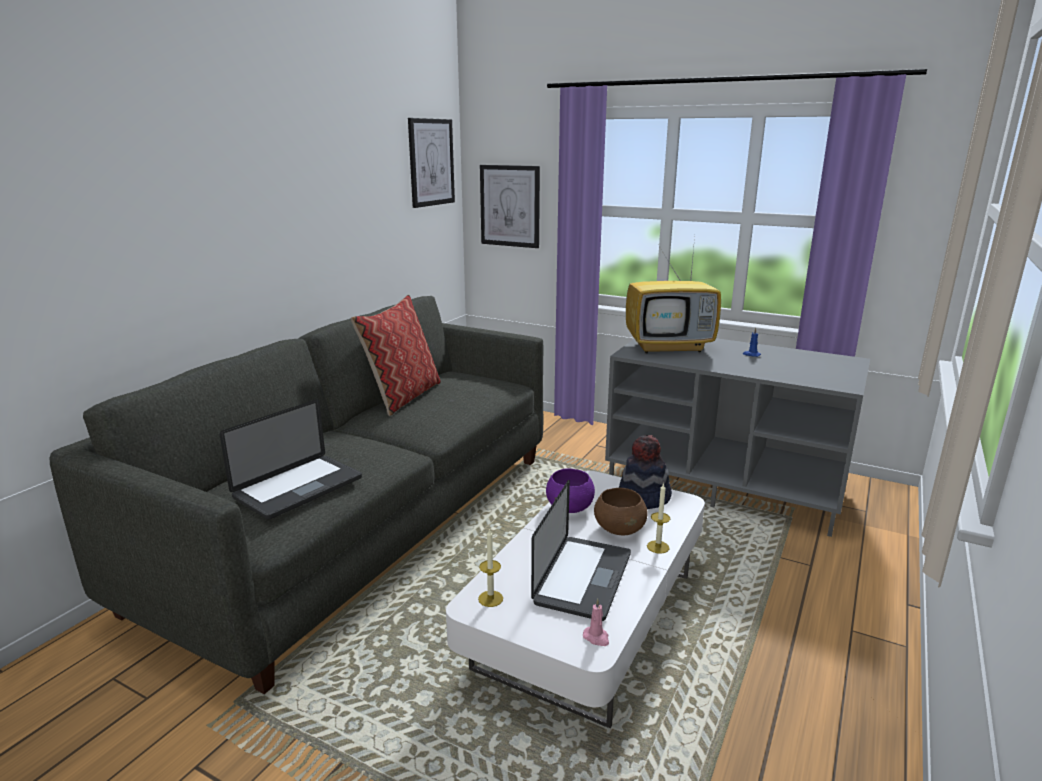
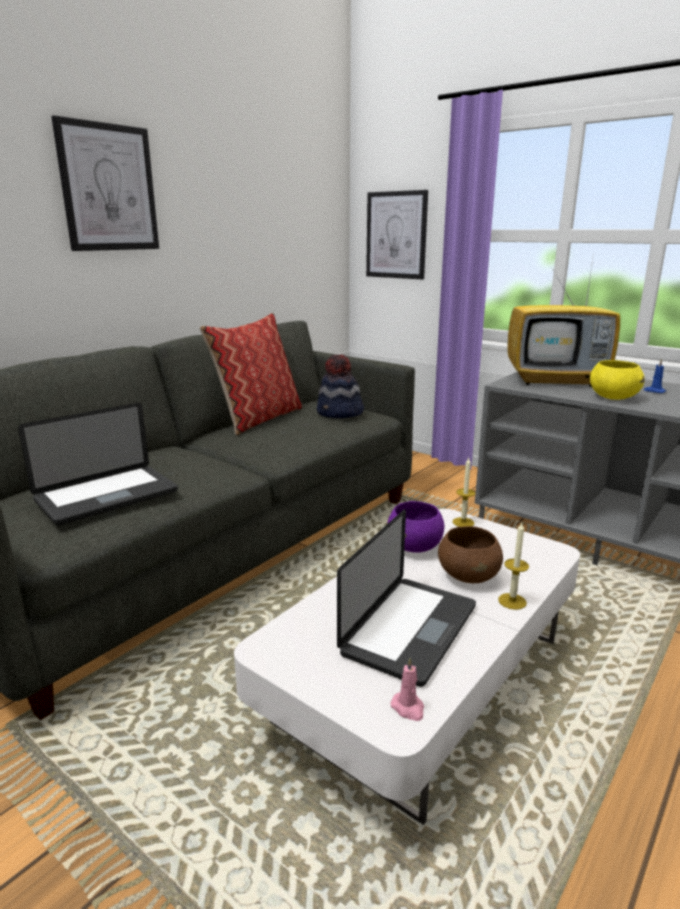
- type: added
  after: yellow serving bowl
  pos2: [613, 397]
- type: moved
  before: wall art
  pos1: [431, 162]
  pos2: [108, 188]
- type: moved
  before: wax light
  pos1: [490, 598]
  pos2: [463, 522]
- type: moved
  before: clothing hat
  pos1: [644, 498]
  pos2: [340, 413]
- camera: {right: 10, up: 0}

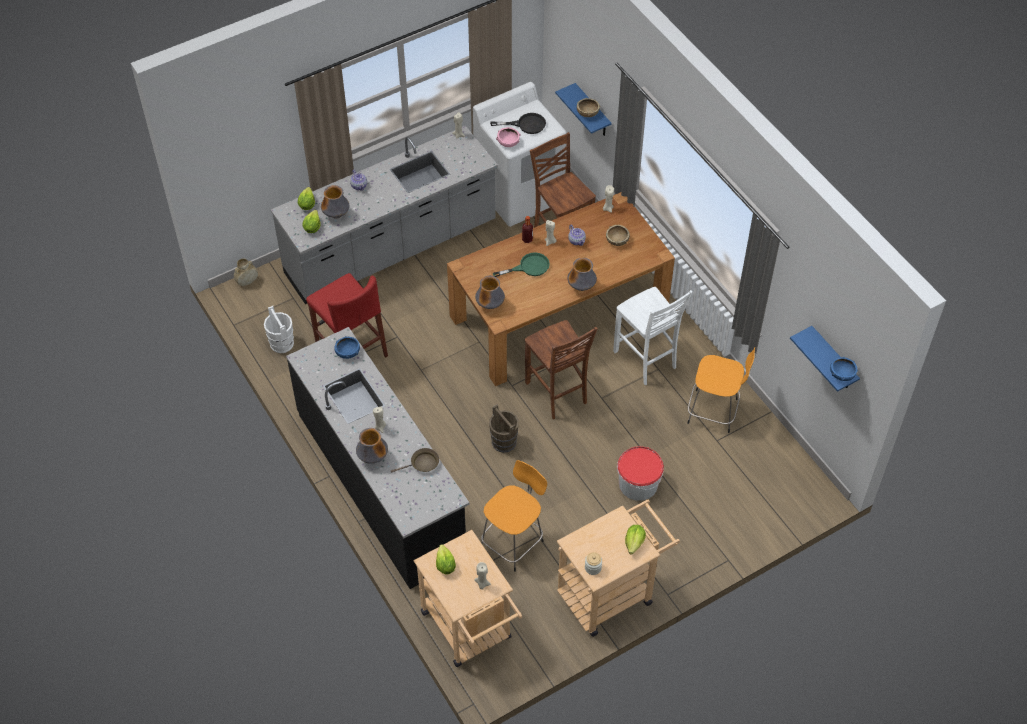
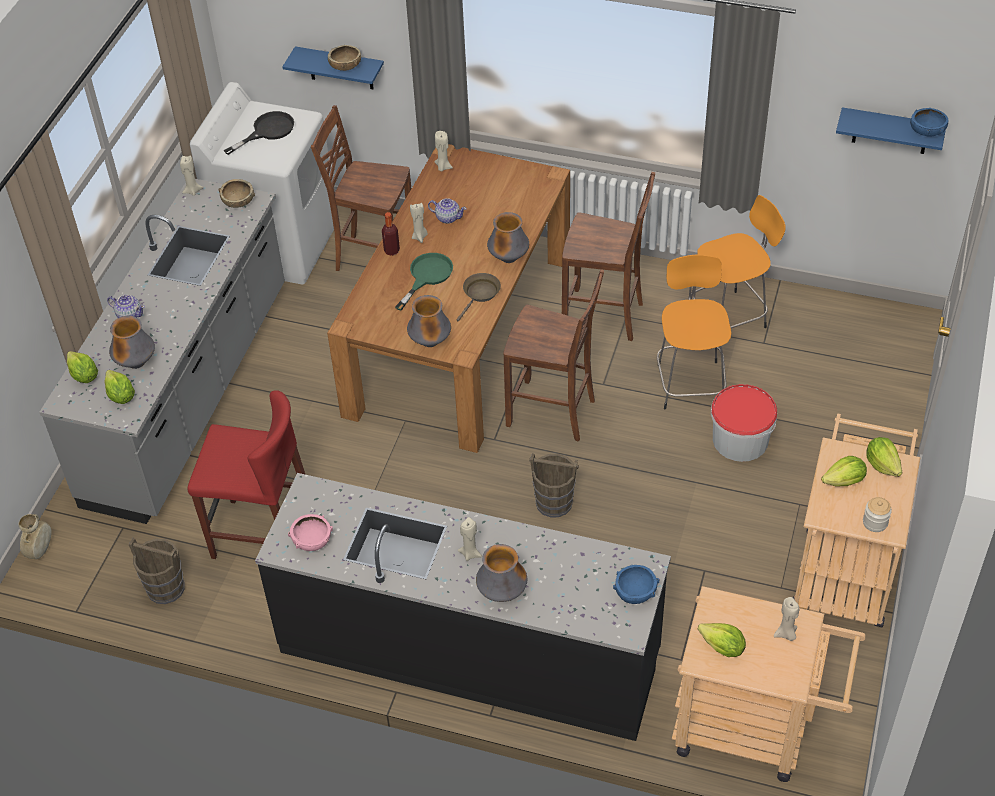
- type: added
  after: lettuce head
  pos2: [844, 481]
- type: moved
  before: blue-coloured serving bowl
  pos1: [348, 352]
  pos2: [635, 592]
- type: moved
  before: brownish skillet
  pos1: [422, 464]
  pos2: [480, 294]
- type: moved
  before: orangey sitting stool
  pos1: [513, 542]
  pos2: [690, 382]
- type: moved
  before: pinkish serving bowl
  pos1: [508, 142]
  pos2: [312, 540]
- type: moved
  before: brownish serving bowl
  pos1: [617, 240]
  pos2: [238, 201]
- type: recoloured
  before: white water bucket
  after: brownish water bucket
  pos1: [282, 343]
  pos2: [165, 588]
- type: recoloured
  before: white chair
  after: brownish chair
  pos1: [646, 360]
  pos2: [604, 317]
- camera: {right: -40, up: -5}

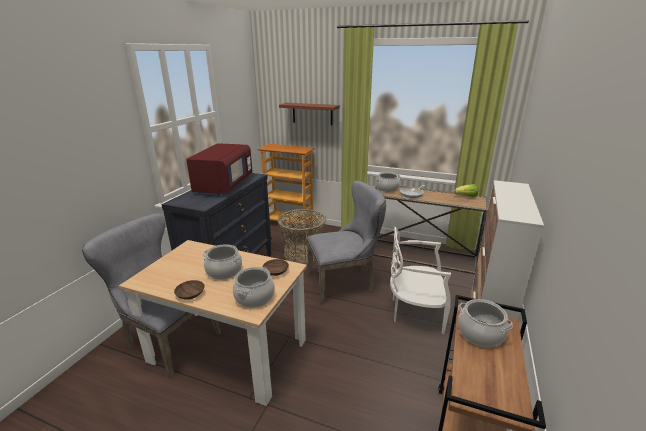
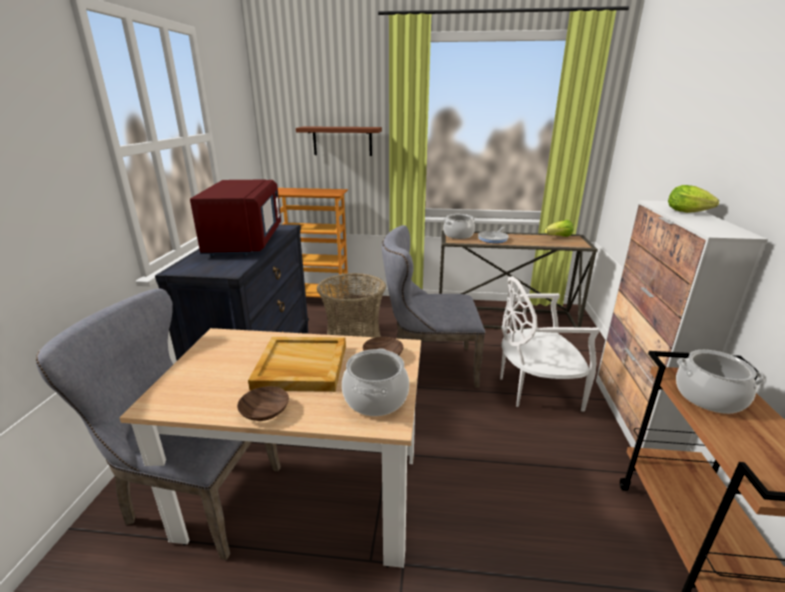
- type: added
  after: lettuce head
  pos2: [689, 212]
- type: replaced
  before: saucepot
  after: beige serving tray
  pos1: [224, 271]
  pos2: [300, 367]
- type: turned
  before: greyish chair
  pos1: [345, 283]
  pos2: [428, 366]
  turn: -150
- camera: {right: -15, up: 0}

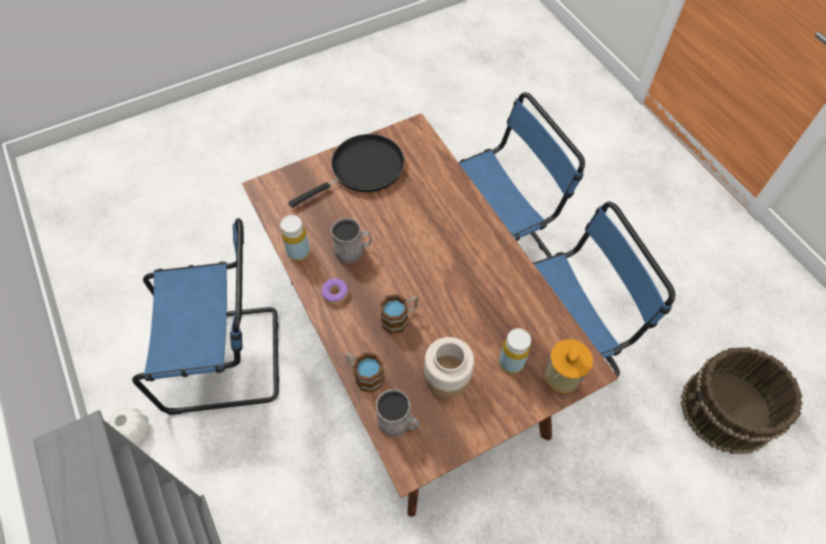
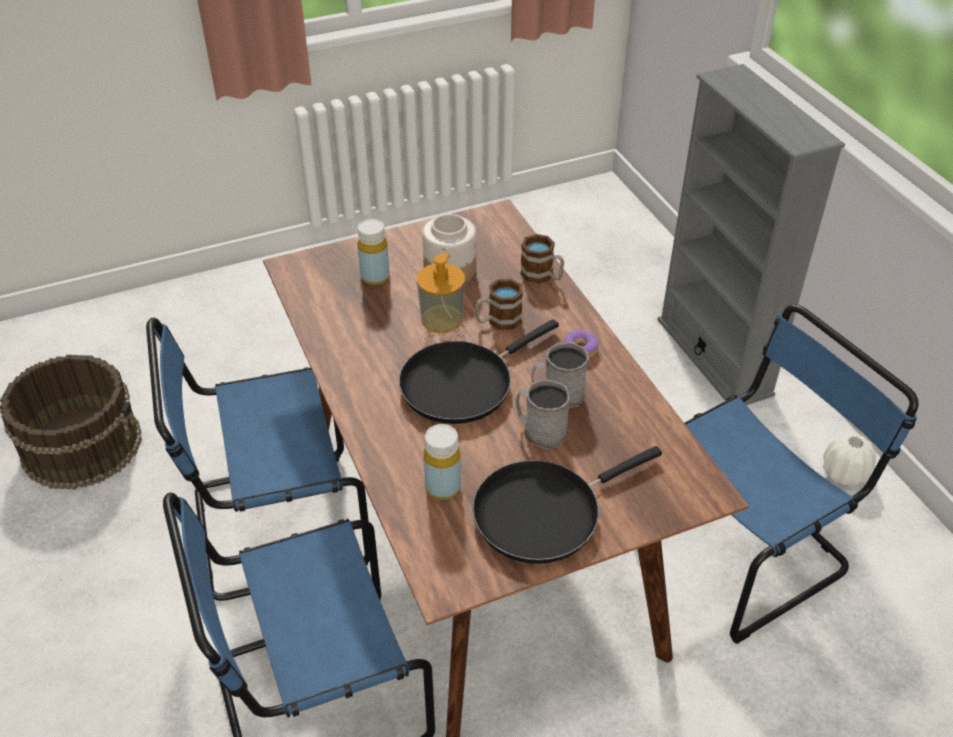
- type: added
  after: black-coloured skillet
  pos2: [462, 383]
- type: moved
  before: yellow bottle
  pos1: [298, 252]
  pos2: [443, 487]
- type: moved
  before: greyish coffee mug
  pos1: [398, 423]
  pos2: [539, 431]
- type: moved
  before: liquid soap bottle
  pos1: [562, 376]
  pos2: [442, 319]
- type: turned
  before: blue-coloured chair
  pos1: [229, 358]
  pos2: [745, 549]
  turn: 150
- camera: {right: -175, up: -15}

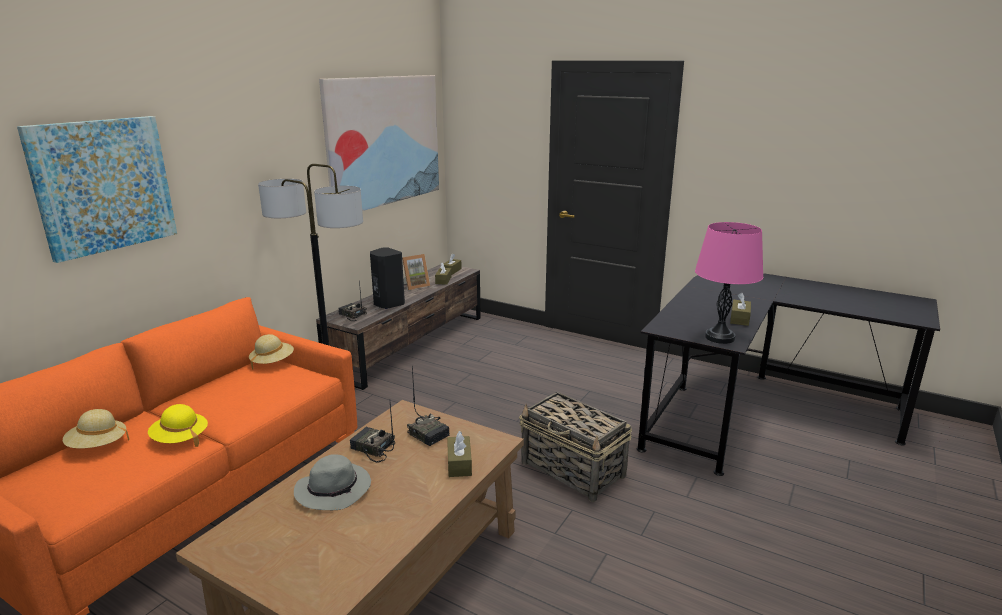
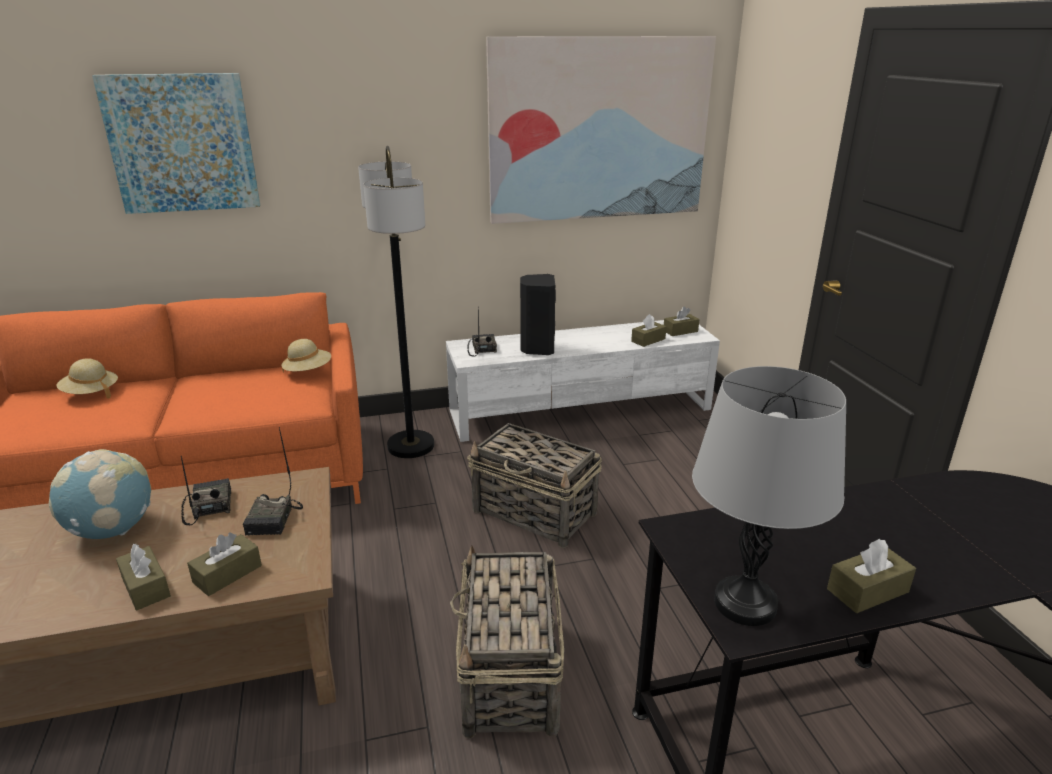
- type: removed
  before: yellow clothing hat
  pos1: [180, 439]
- type: removed
  before: standing frame
  pos1: [415, 286]
- type: added
  after: brownish tissue box
  pos2: [146, 587]
- type: added
  after: storage basket
  pos2: [535, 513]
- type: replaced
  before: greyish clothing hat
  after: globe
  pos1: [334, 490]
  pos2: [112, 530]
- type: recoloured
  before: brownish tv unit
  after: white tv unit
  pos1: [410, 344]
  pos2: [581, 410]
- type: recoloured
  before: pinkish lamp for a table
  after: greyish lamp for a table
  pos1: [719, 337]
  pos2: [745, 603]
- camera: {right: 45, up: 5}

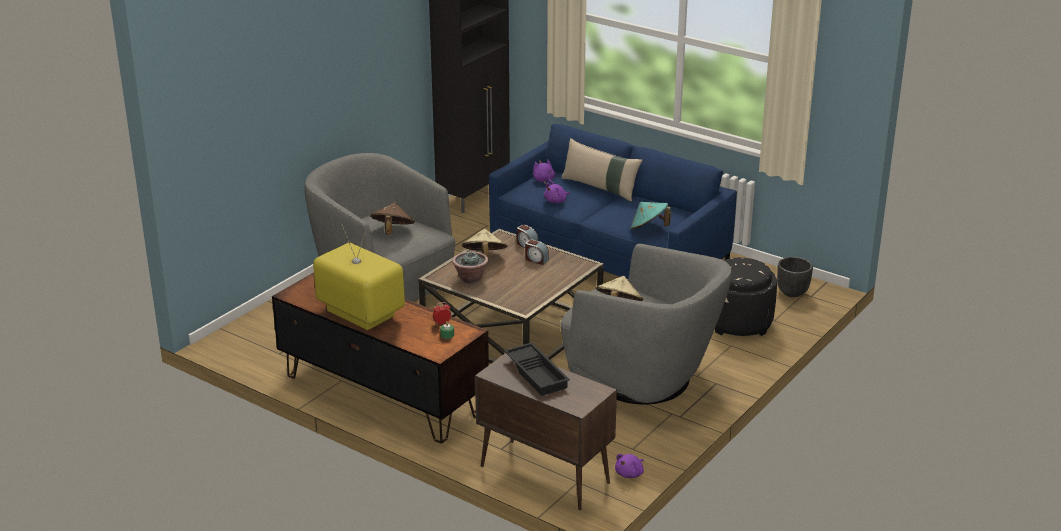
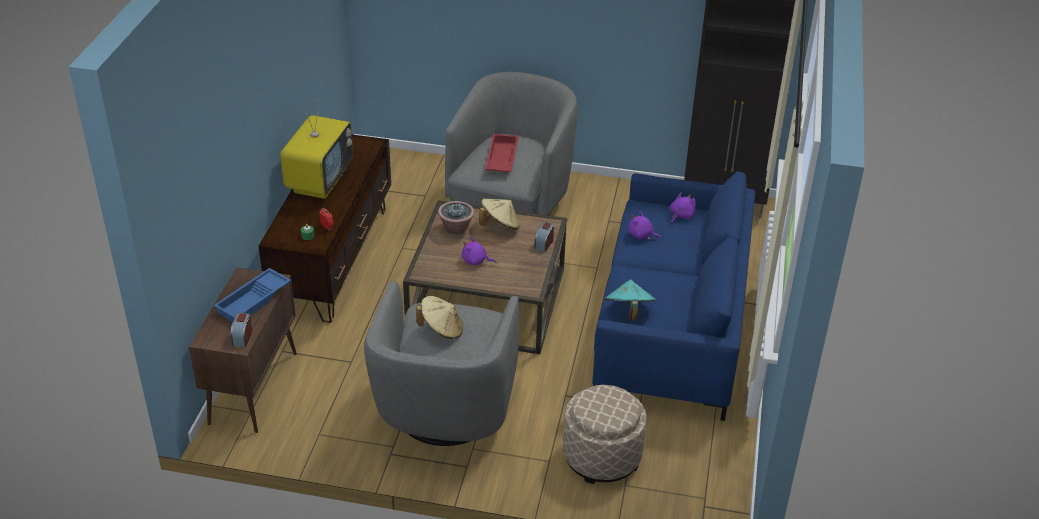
- type: removed
  before: beige throw pillow
  pos1: [600, 188]
- type: removed
  before: black-coloured plant pot
  pos1: [792, 292]
- type: moved
  before: bedside clock
  pos1: [536, 260]
  pos2: [242, 337]
- type: moved
  before: purple-coloured cuddly toy
  pos1: [630, 474]
  pos2: [476, 261]
- type: replaced
  before: brownish clothing hat
  after: red-coloured serving tray
  pos1: [392, 231]
  pos2: [501, 158]
- type: recoloured
  before: black-coloured serving tray
  after: blue-coloured serving tray
  pos1: [537, 373]
  pos2: [254, 301]
- type: recoloured
  before: black-coloured pouffe
  after: beige pouffe
  pos1: [739, 322]
  pos2: [602, 457]
- camera: {right: 65, up: 10}

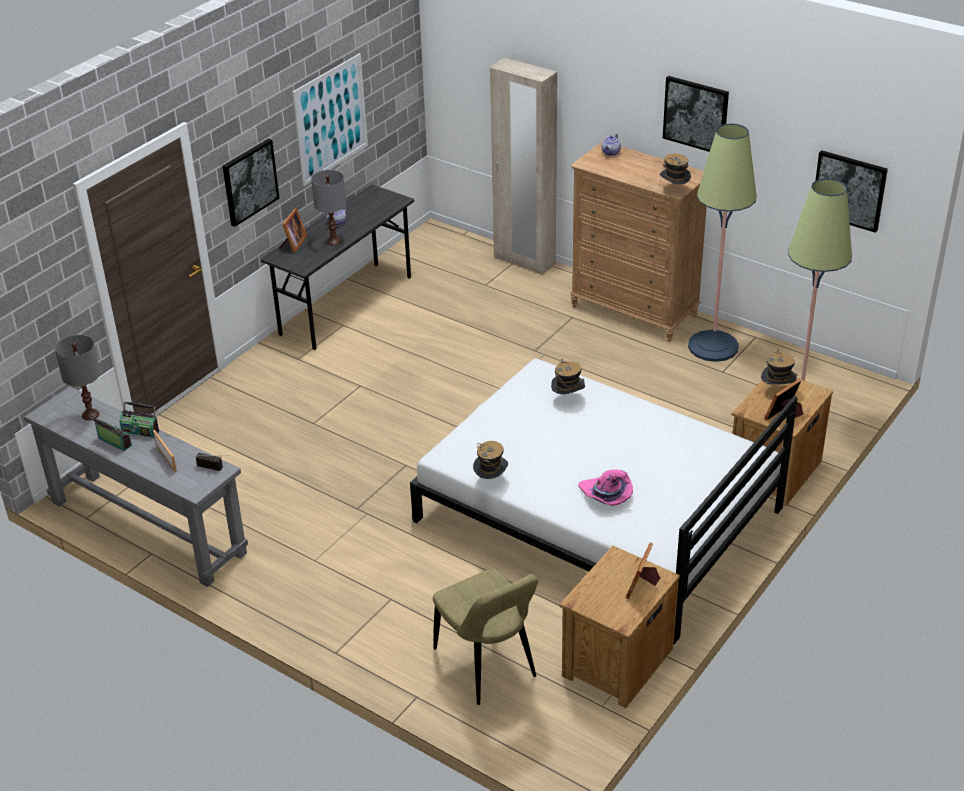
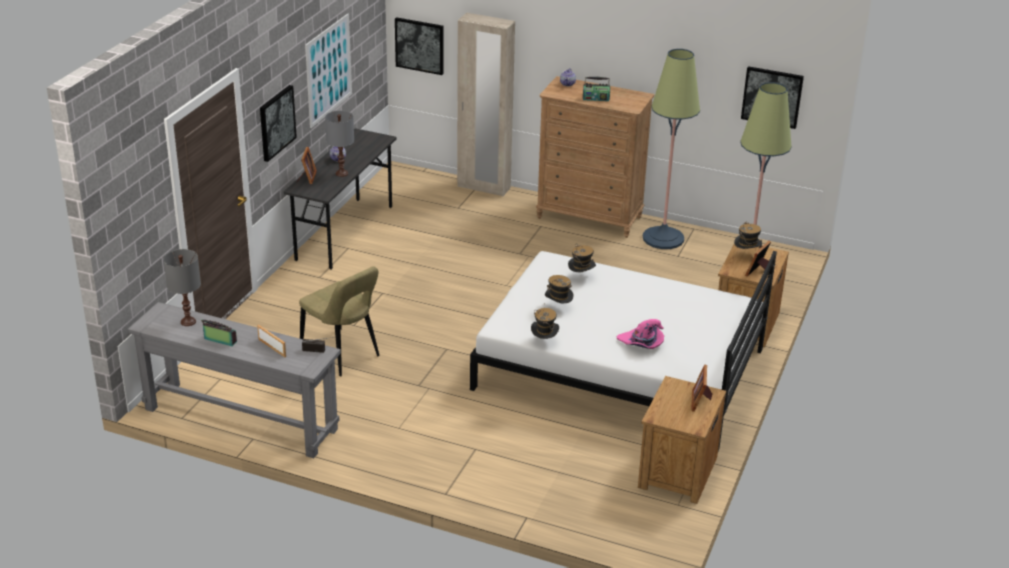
- type: moved
  before: radio receiver
  pos1: [141, 431]
  pos2: [596, 98]
- type: moved
  before: beige chair
  pos1: [487, 666]
  pos2: [342, 354]
- type: moved
  before: clothing hat
  pos1: [674, 190]
  pos2: [558, 308]
- type: moved
  before: wall art
  pos1: [696, 114]
  pos2: [420, 45]
- camera: {right: -15, up: -5}

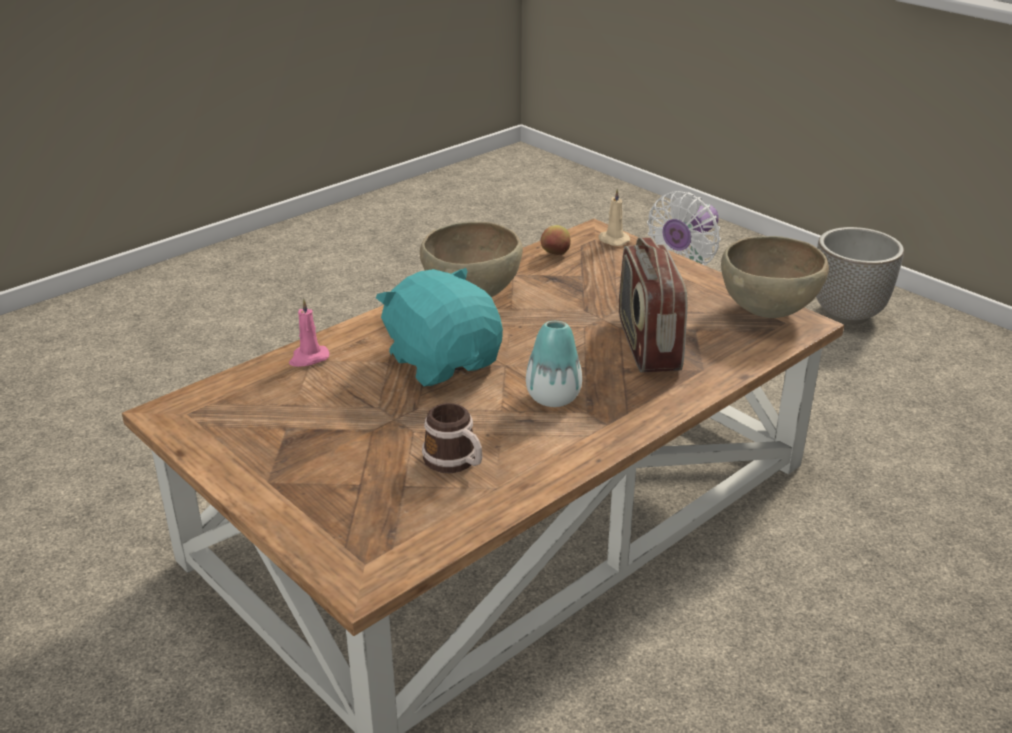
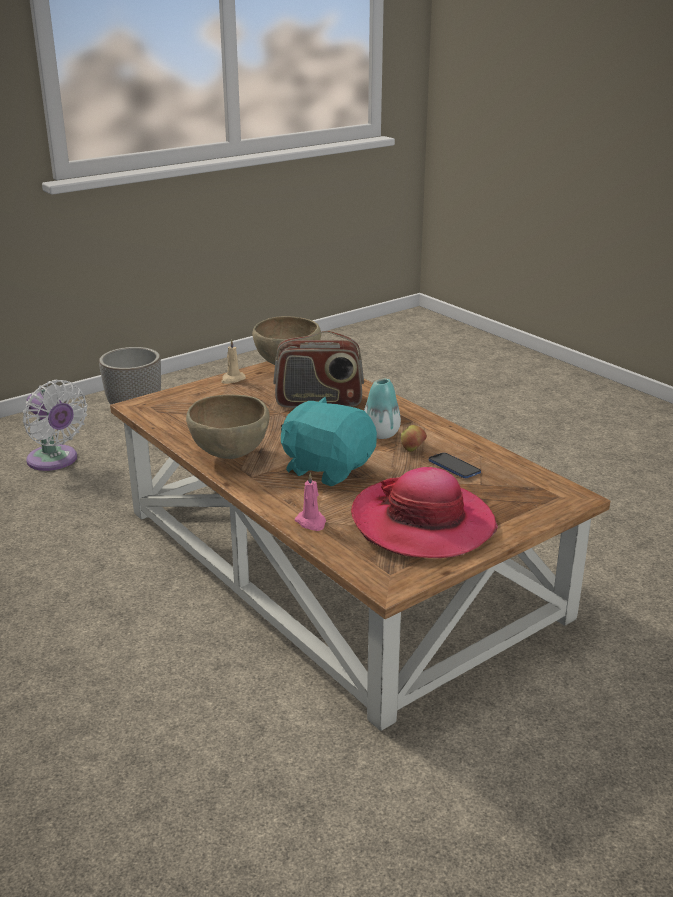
- type: added
  after: clothing hat
  pos2: [423, 523]
- type: moved
  before: apple
  pos1: [555, 254]
  pos2: [412, 450]
- type: moved
  before: beige wax light
  pos1: [612, 240]
  pos2: [232, 379]
- type: replaced
  before: coffee mug
  after: telephone
  pos1: [455, 462]
  pos2: [454, 467]
- type: turned
  before: turquoise cuddly toy
  pos1: [443, 361]
  pos2: [327, 468]
  turn: 60
- camera: {right: -85, up: -5}

